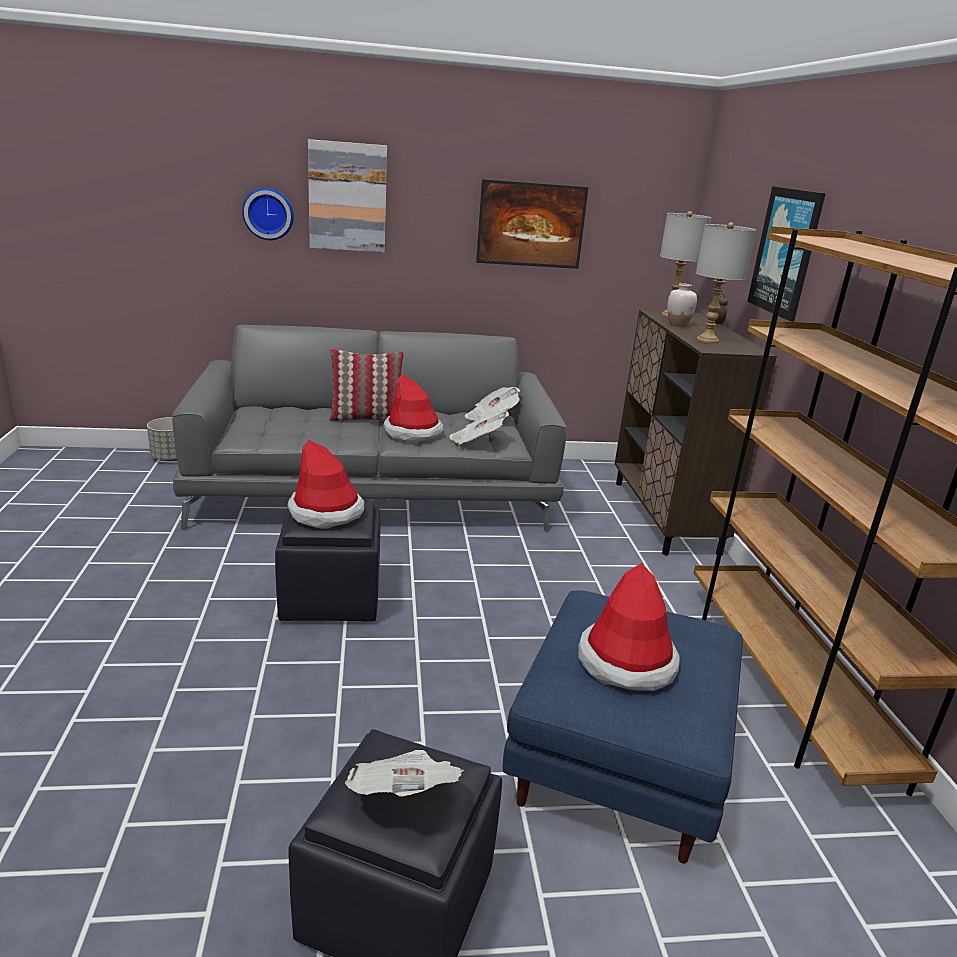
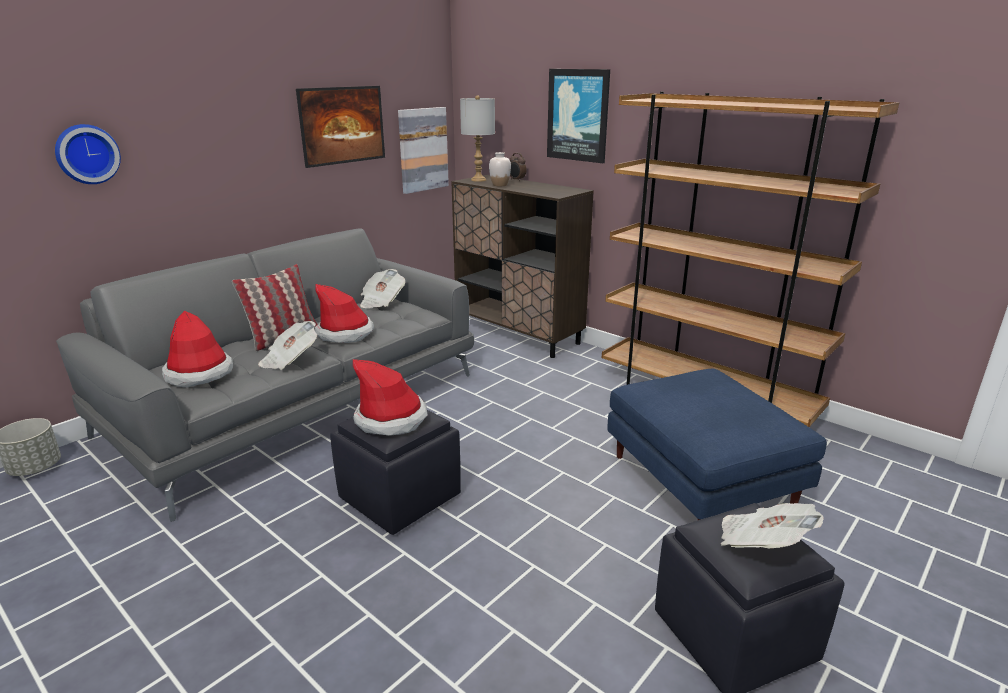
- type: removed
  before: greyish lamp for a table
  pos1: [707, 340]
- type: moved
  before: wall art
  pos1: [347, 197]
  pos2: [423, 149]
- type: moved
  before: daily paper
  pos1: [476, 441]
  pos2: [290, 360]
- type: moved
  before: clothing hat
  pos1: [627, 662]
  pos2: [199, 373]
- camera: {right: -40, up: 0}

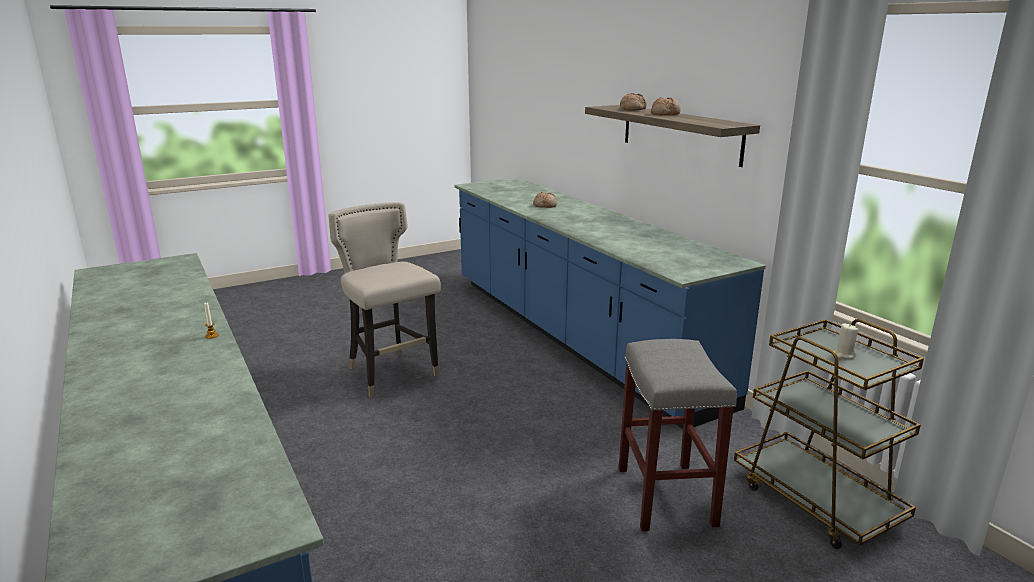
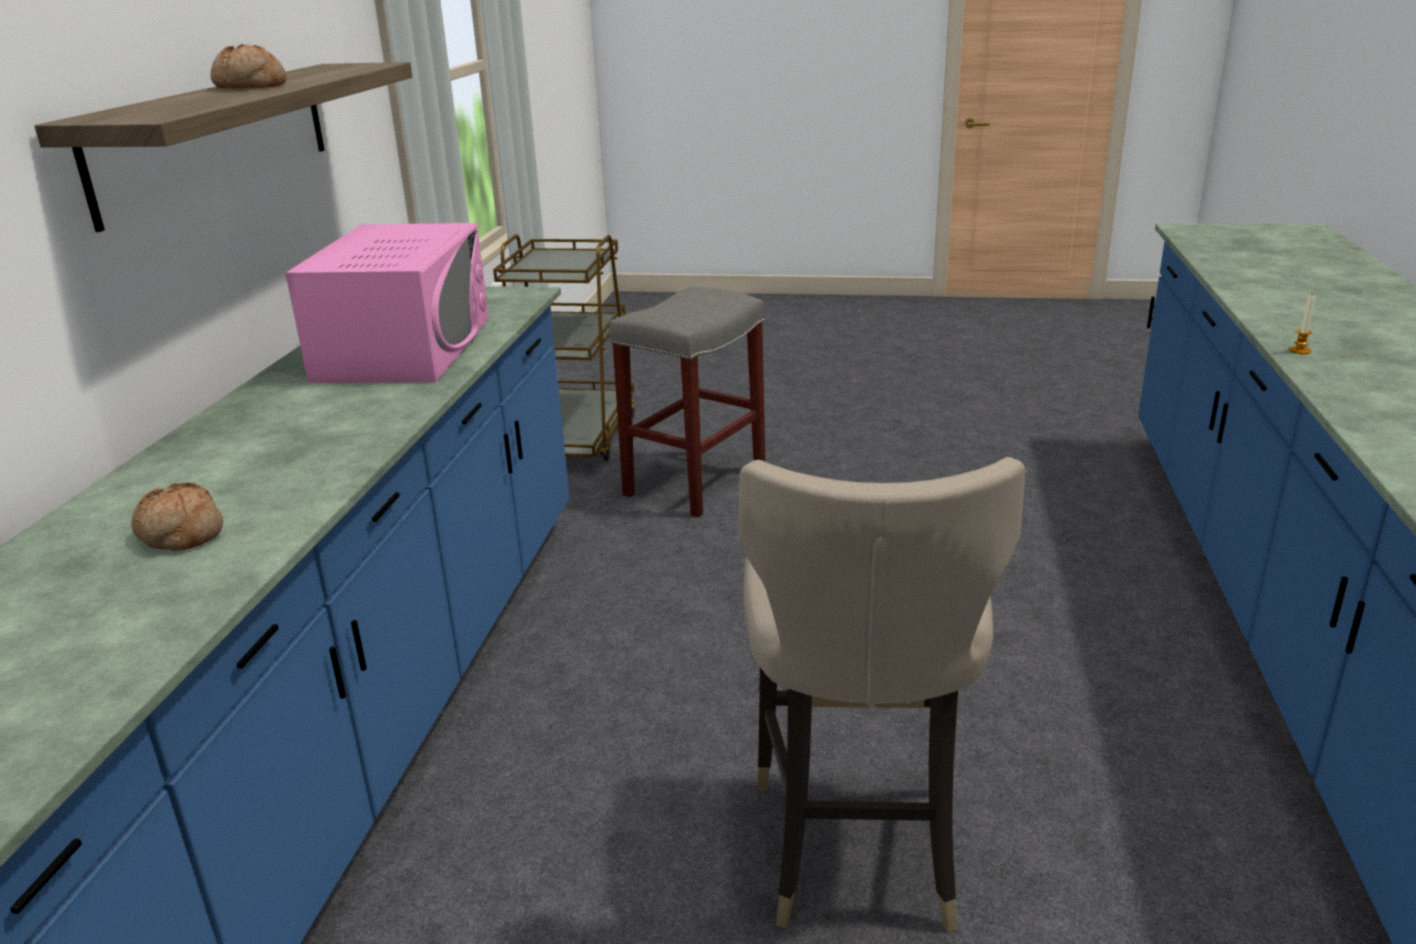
- type: removed
  before: baked bread
  pos1: [632, 109]
- type: removed
  before: beige wax light
  pos1: [844, 354]
- type: added
  after: pinkish microwave oven
  pos2: [405, 348]
- camera: {right: -140, up: 5}

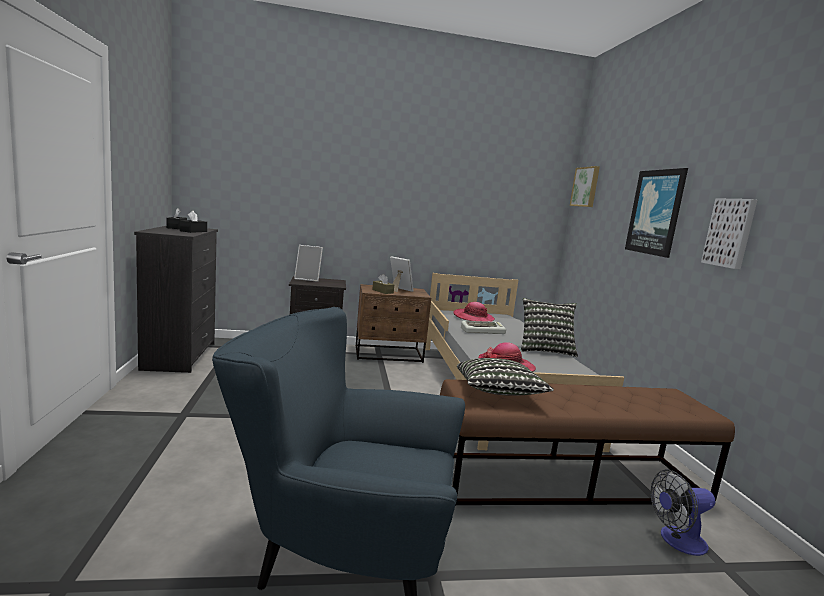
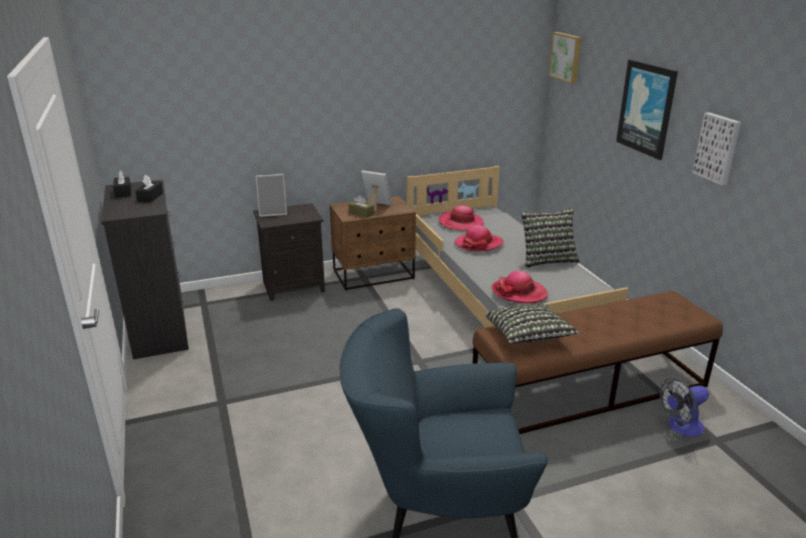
- type: replaced
  before: computer keyboard
  after: clothing hat
  pos1: [483, 331]
  pos2: [479, 244]
- camera: {right: -10, up: 15}

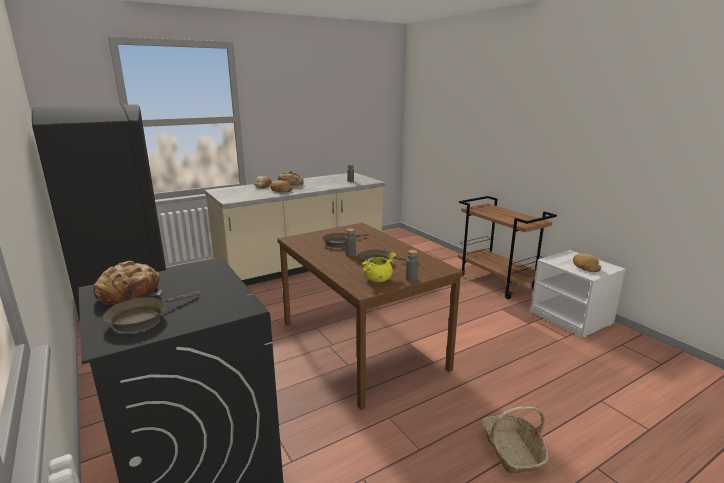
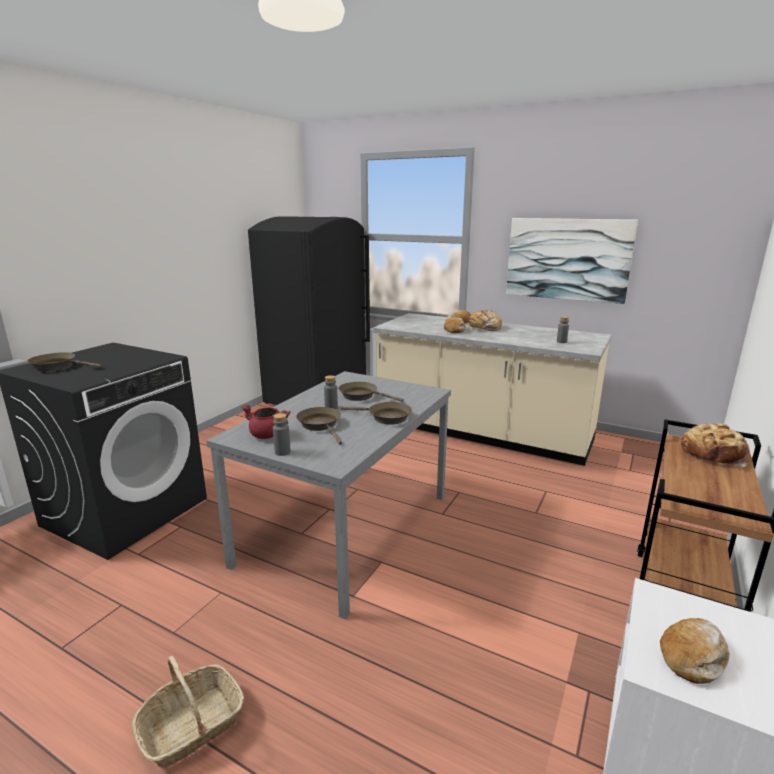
- type: added
  after: brownish skillet
  pos2: [386, 417]
- type: added
  after: wall art
  pos2: [567, 259]
- type: moved
  before: baked bread
  pos1: [130, 293]
  pos2: [713, 454]
- type: recoloured
  before: brownish kitchen table
  after: greyish kitchen table
  pos1: [360, 345]
  pos2: [346, 527]
- type: recoloured
  before: yellow saucepot
  after: red-coloured saucepot
  pos1: [377, 279]
  pos2: [268, 435]
- camera: {right: 60, up: 0}

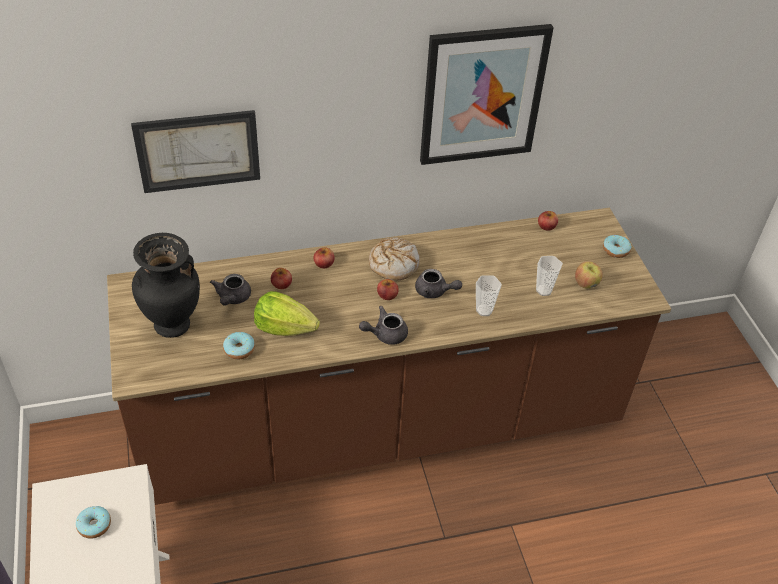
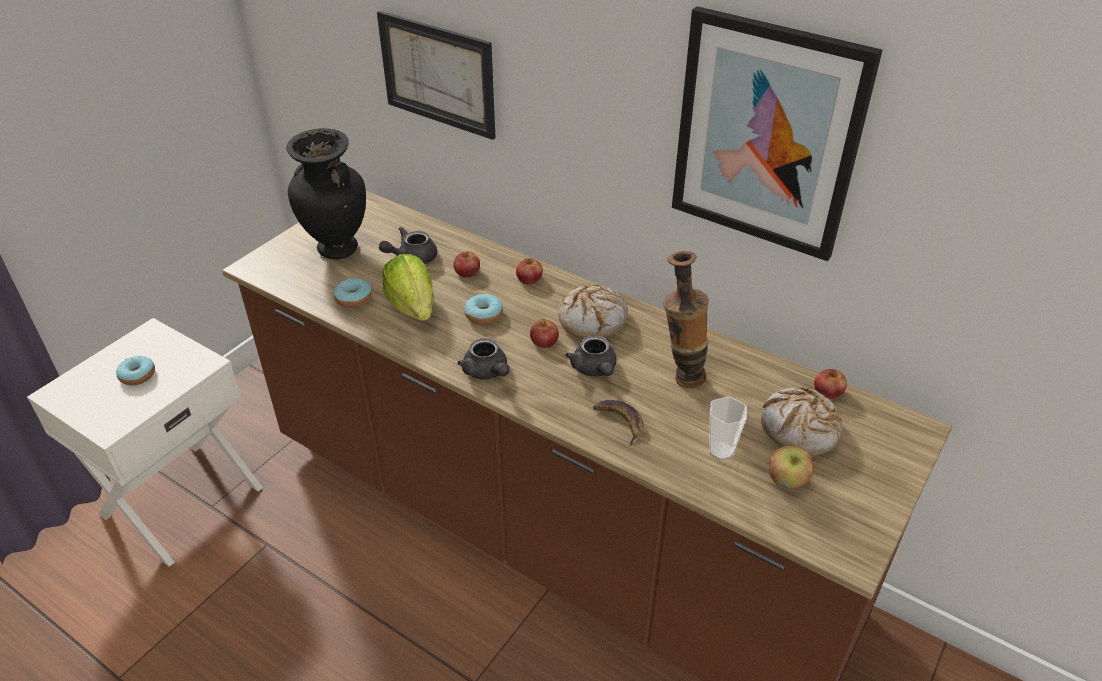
- type: added
  after: decorative vase
  pos2: [680, 376]
- type: added
  after: baked bread
  pos2: [800, 429]
- type: moved
  before: doughnut
  pos1: [615, 250]
  pos2: [484, 315]
- type: replaced
  before: drinking cup
  after: banana
  pos1: [484, 310]
  pos2: [619, 422]
- type: turned
  before: greyish pot for tea
  pos1: [385, 334]
  pos2: [487, 372]
  turn: -150
- camera: {right: 50, up: -5}

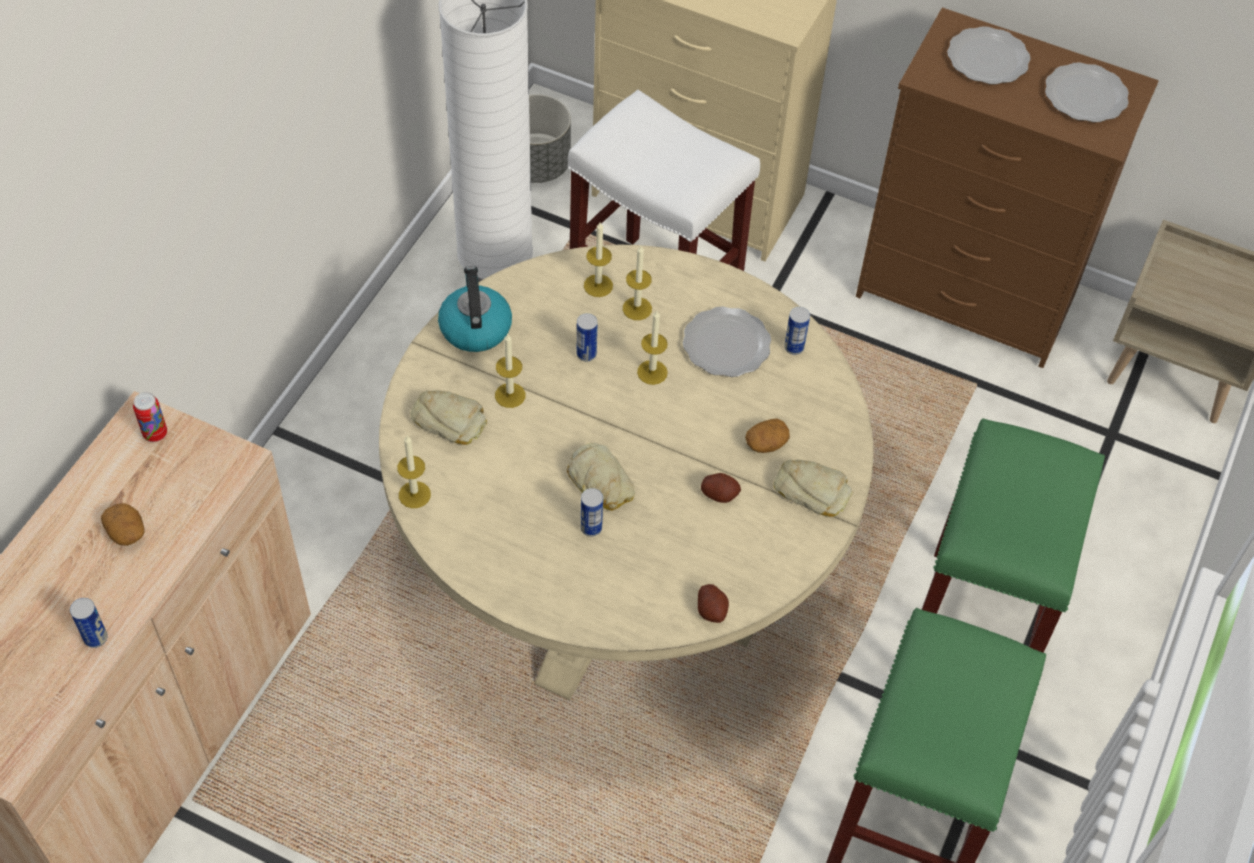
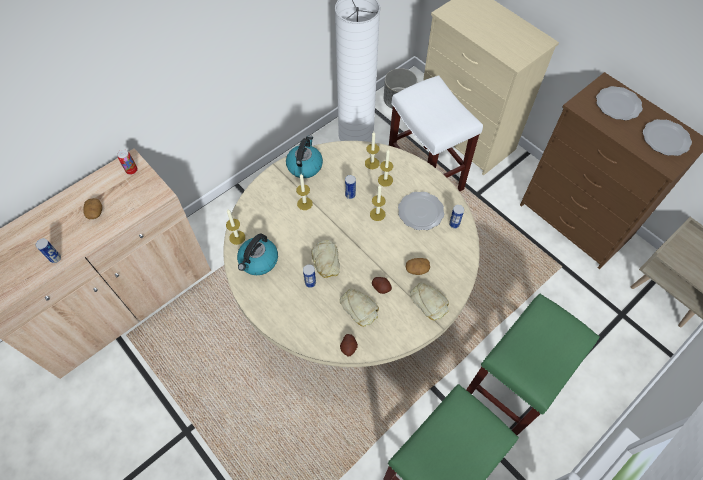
- type: added
  after: water kettle
  pos2: [258, 261]
- type: moved
  before: baked bread
  pos1: [449, 420]
  pos2: [359, 308]
- camera: {right: 25, up: 5}

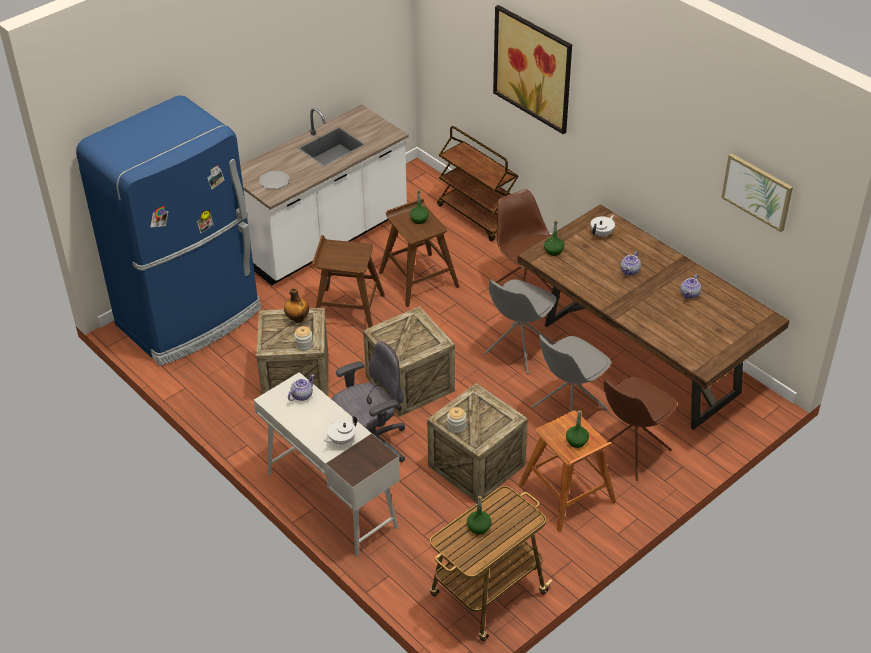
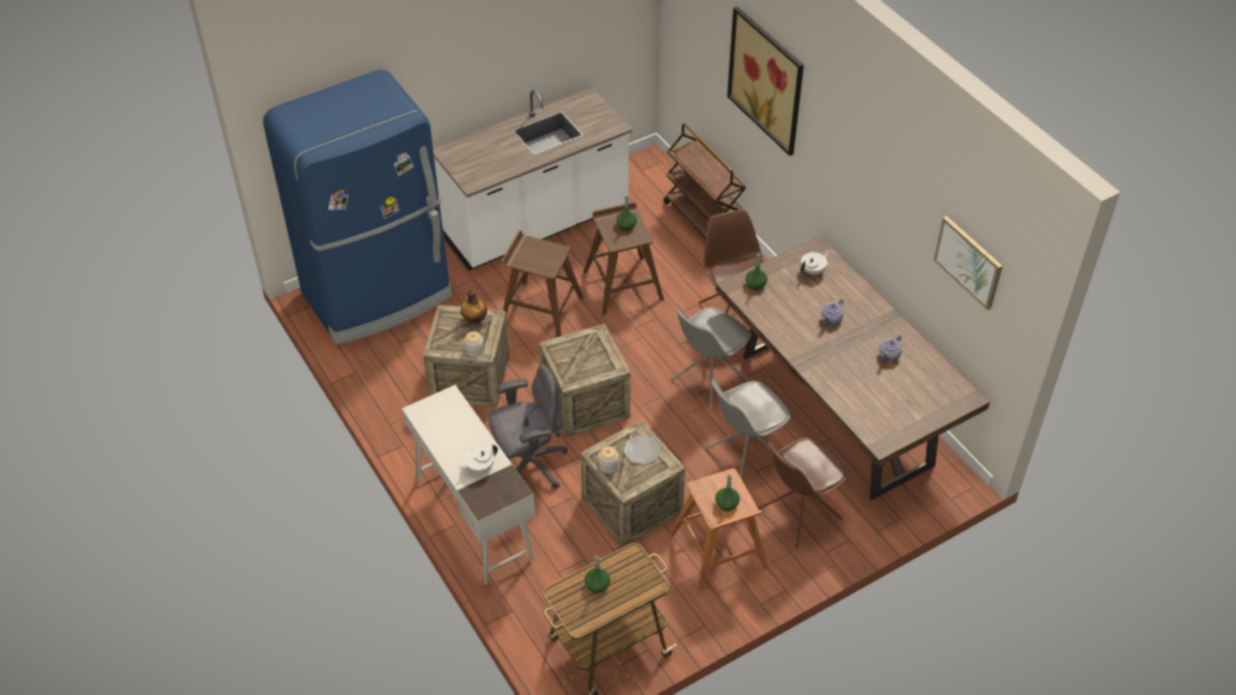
- type: removed
  before: pot for tea
  pos1: [302, 395]
- type: moved
  before: flat dish
  pos1: [274, 181]
  pos2: [641, 450]
- camera: {right: 10, up: 5}

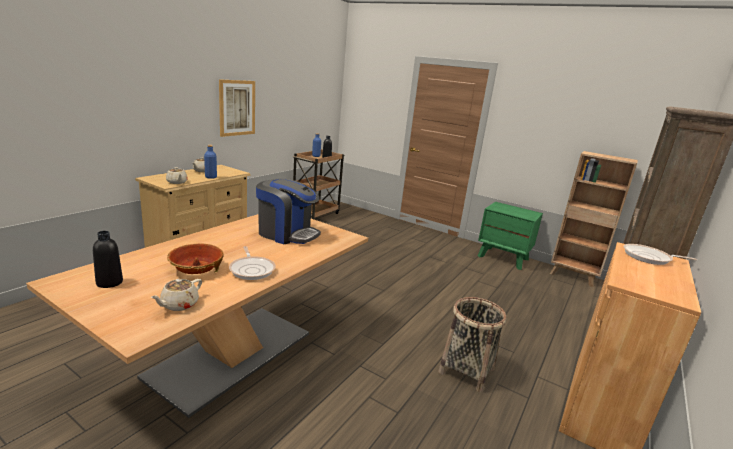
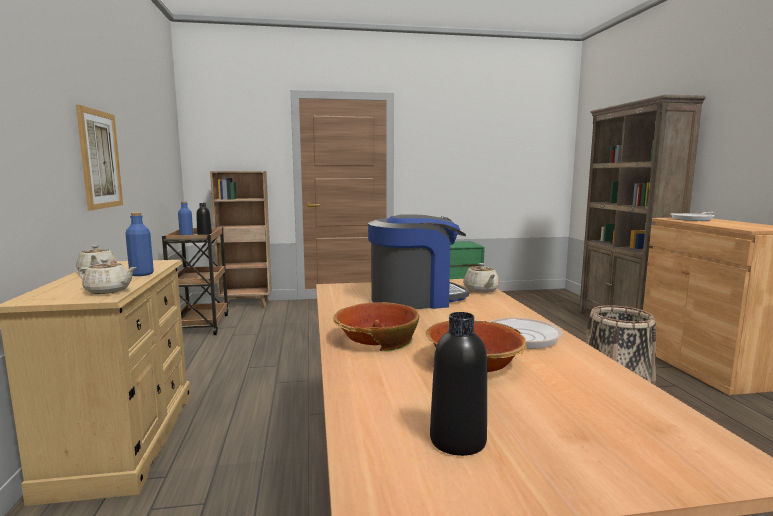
- type: added
  after: serving bowl
  pos2: [376, 339]
- type: moved
  before: beige pot for tea
  pos1: [179, 305]
  pos2: [481, 290]
- type: moved
  before: brownish bookshelf
  pos1: [573, 276]
  pos2: [246, 305]
- camera: {right: -40, up: -10}

